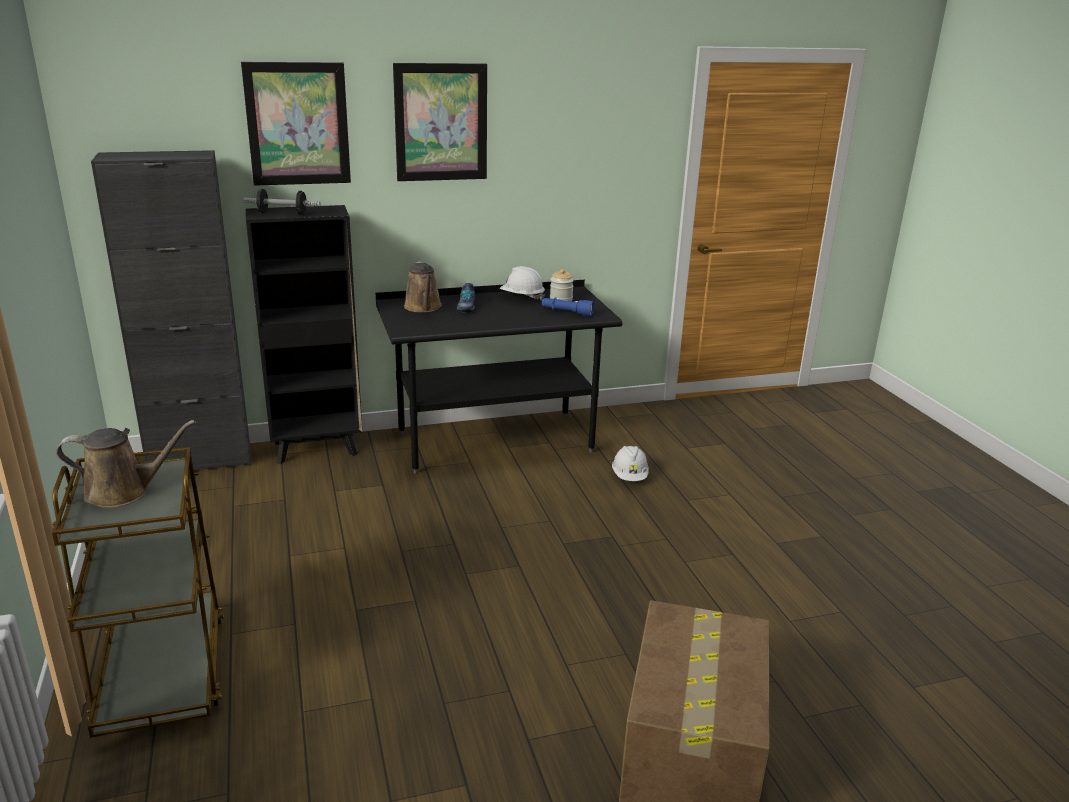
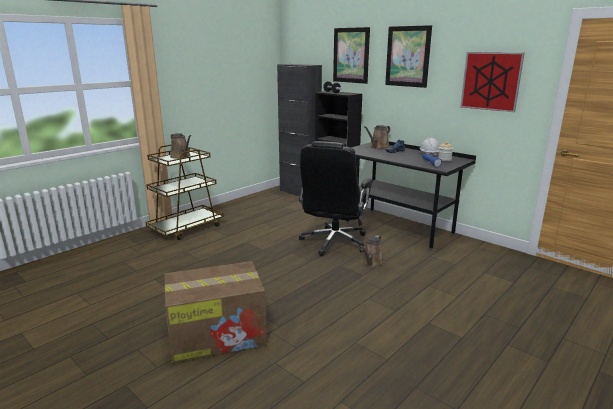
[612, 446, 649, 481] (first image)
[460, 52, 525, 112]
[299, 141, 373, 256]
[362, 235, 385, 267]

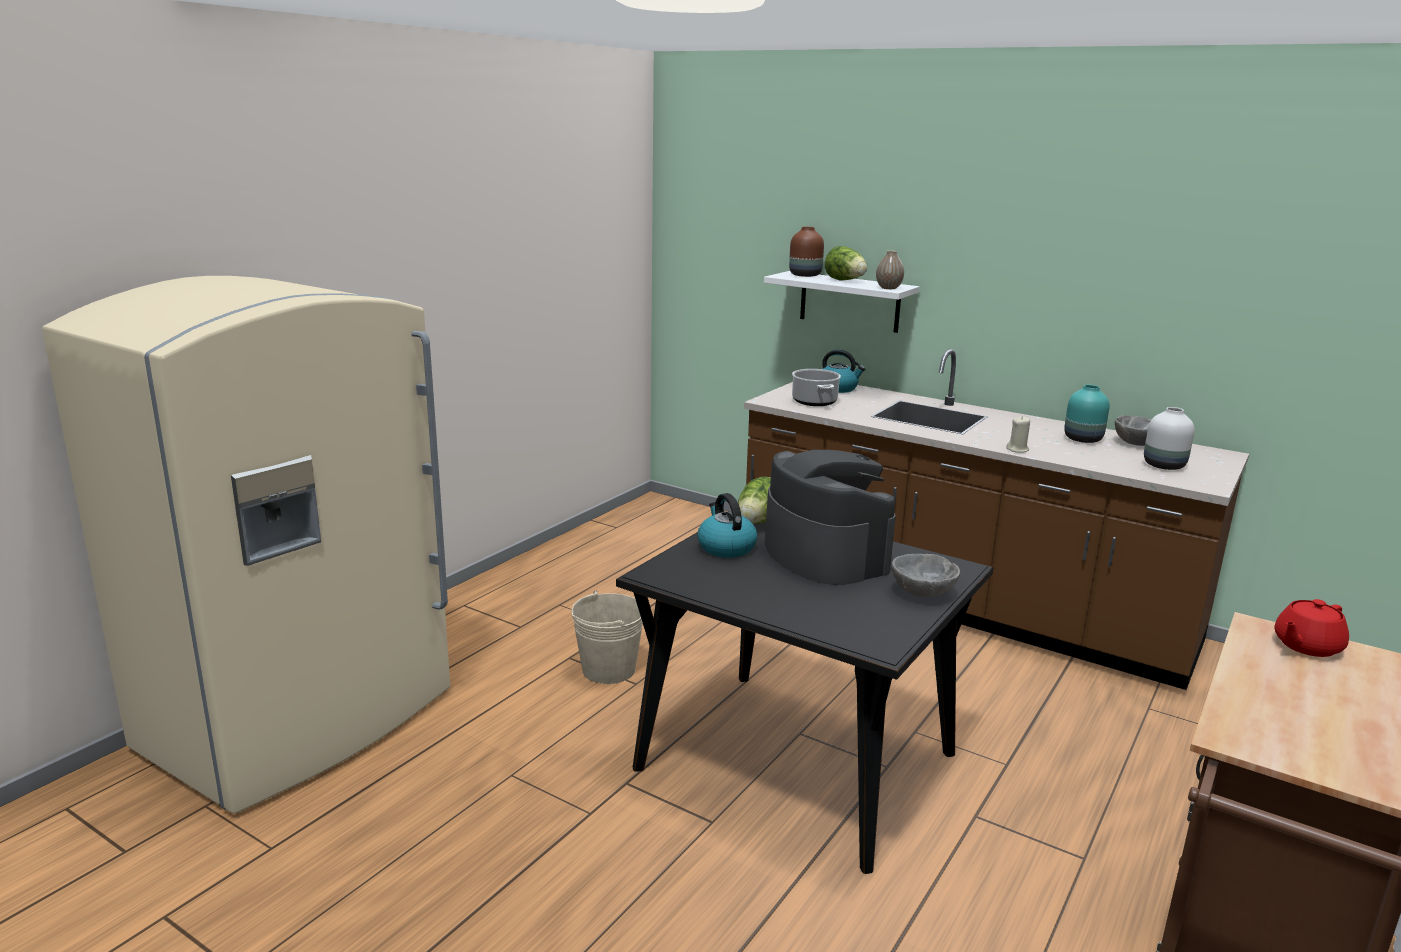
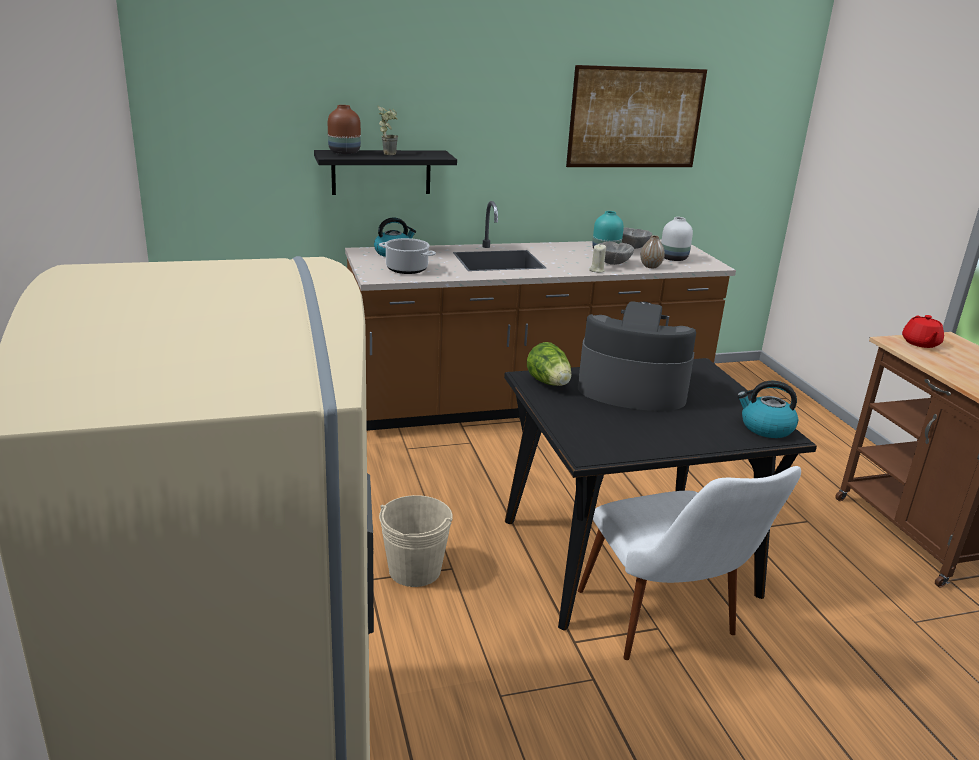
[377, 105, 398, 155]
[640, 235, 665, 268]
[314, 150, 457, 195]
[737, 381, 798, 438]
[597, 241, 634, 265]
[566, 65, 707, 167]
[578, 466, 801, 660]

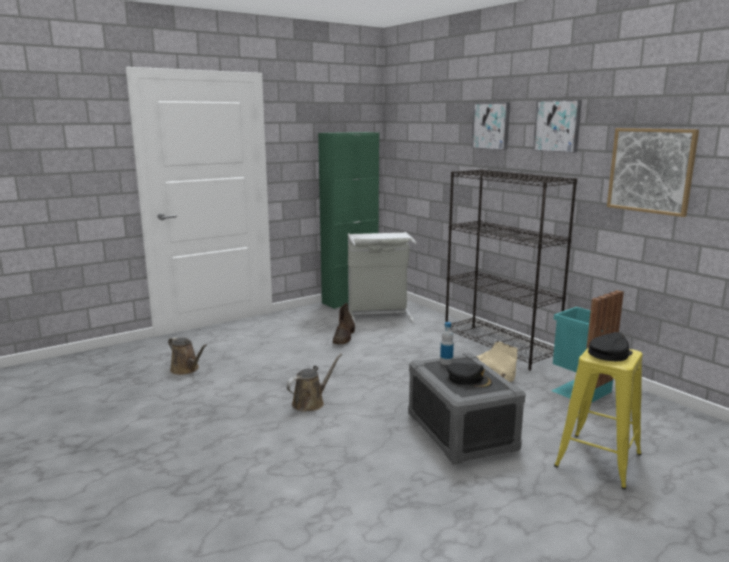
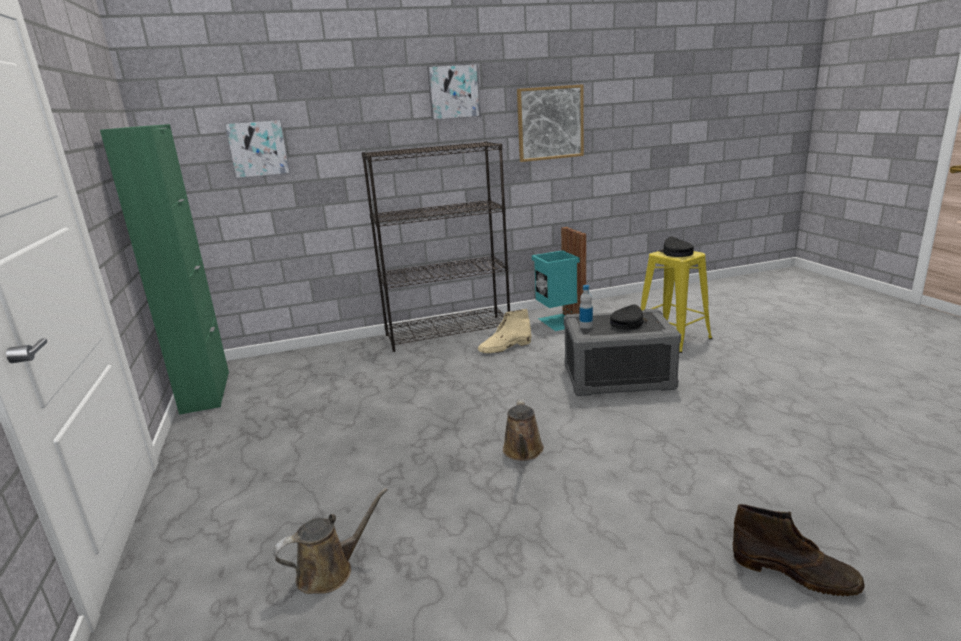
[224, 119, 291, 179]
[348, 232, 417, 326] (first image)
[733, 504, 865, 596]
[503, 399, 544, 461]

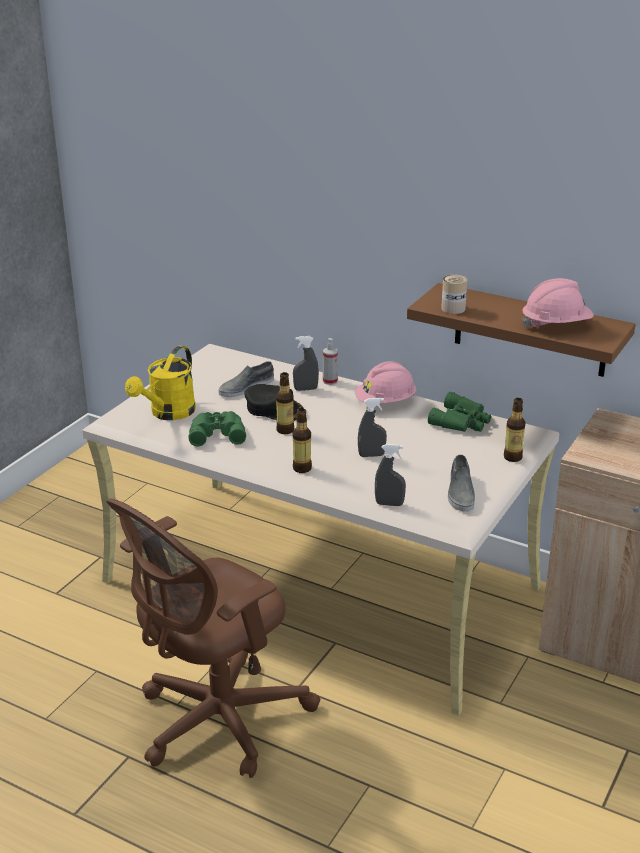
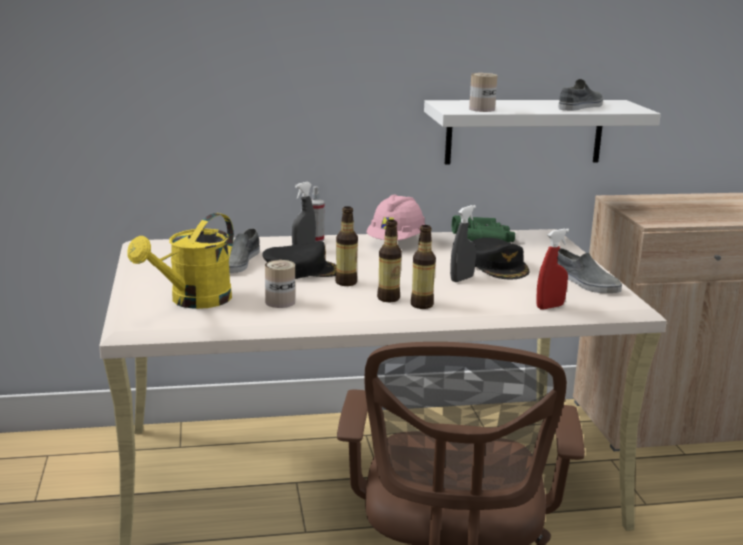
[558, 79, 603, 111]
[424, 100, 661, 164]
[128, 213, 234, 309]
[377, 219, 402, 302]
[265, 260, 295, 308]
[536, 229, 569, 310]
[472, 238, 530, 279]

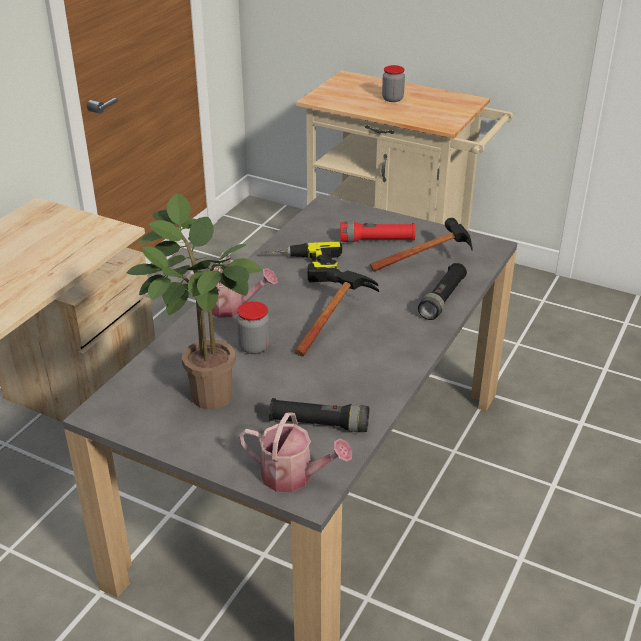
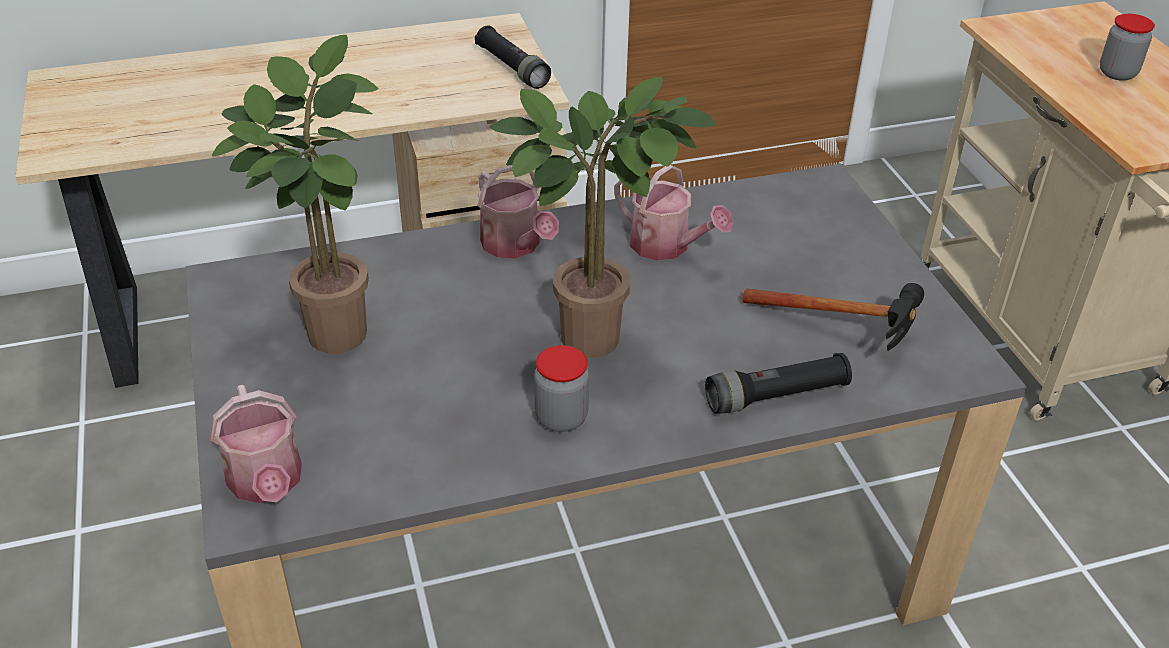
[340, 221, 415, 242] (first image)
[614, 165, 734, 261]
[489, 77, 716, 358]
[534, 345, 589, 432]
[475, 25, 551, 89]

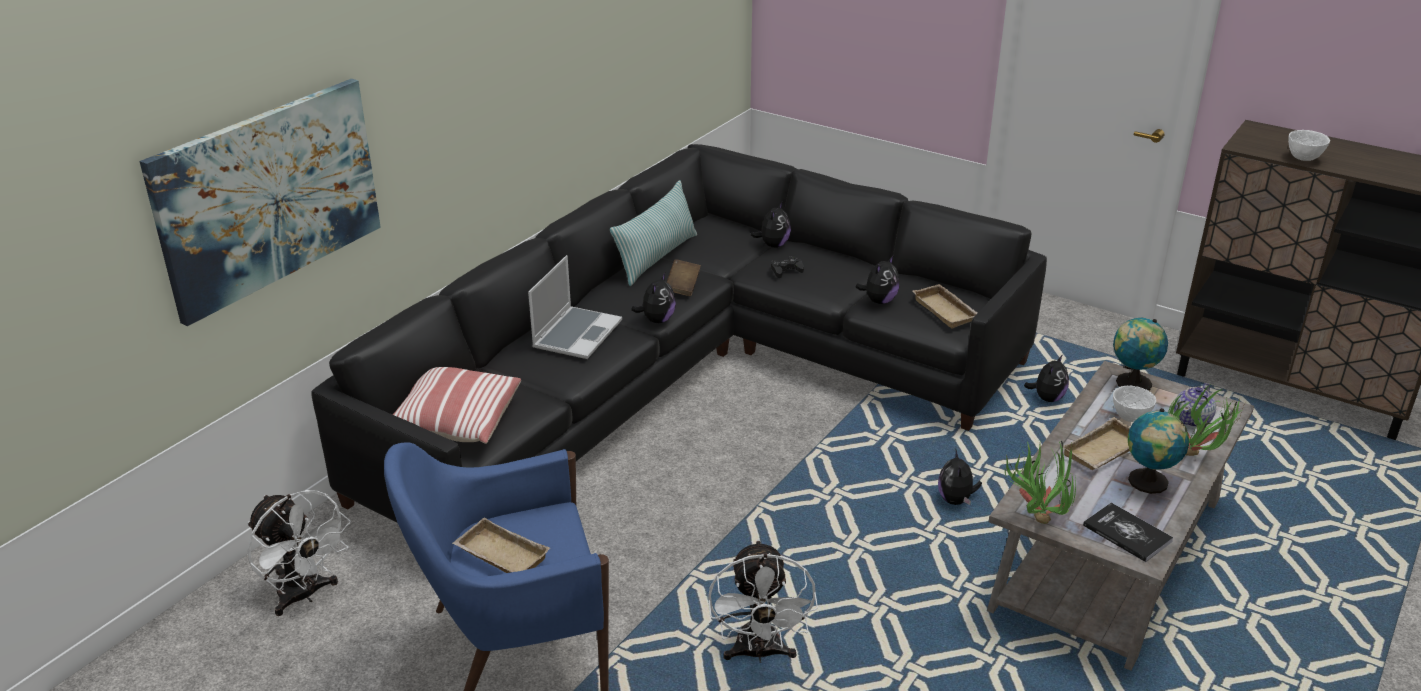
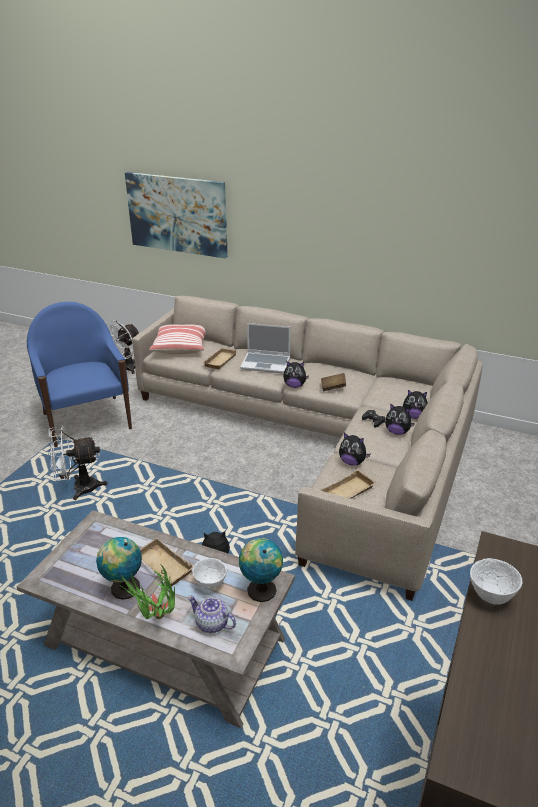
[132, 296, 483, 601]
[610, 180, 697, 286] (first image)
[385, 404, 415, 435]
[1003, 441, 1076, 524] (first image)
[1083, 503, 1173, 562] (first image)
[202, 348, 237, 369]

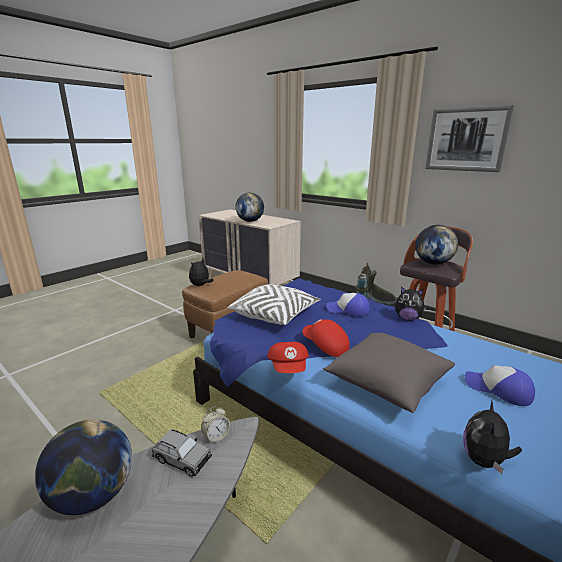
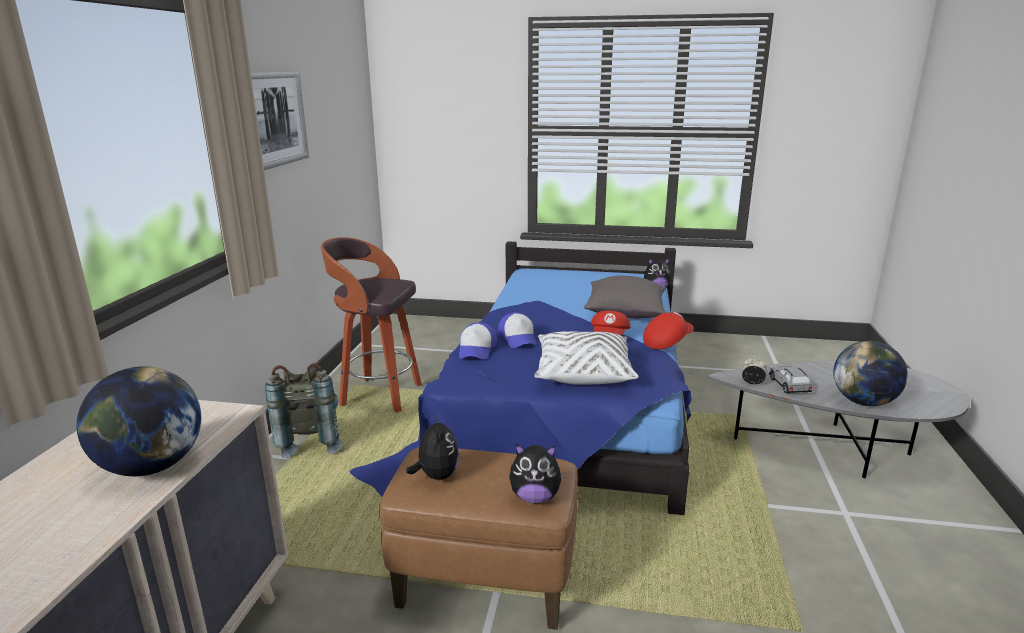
[415, 225, 458, 265] (first image)
[406, 414, 459, 480]
[459, 322, 497, 360]

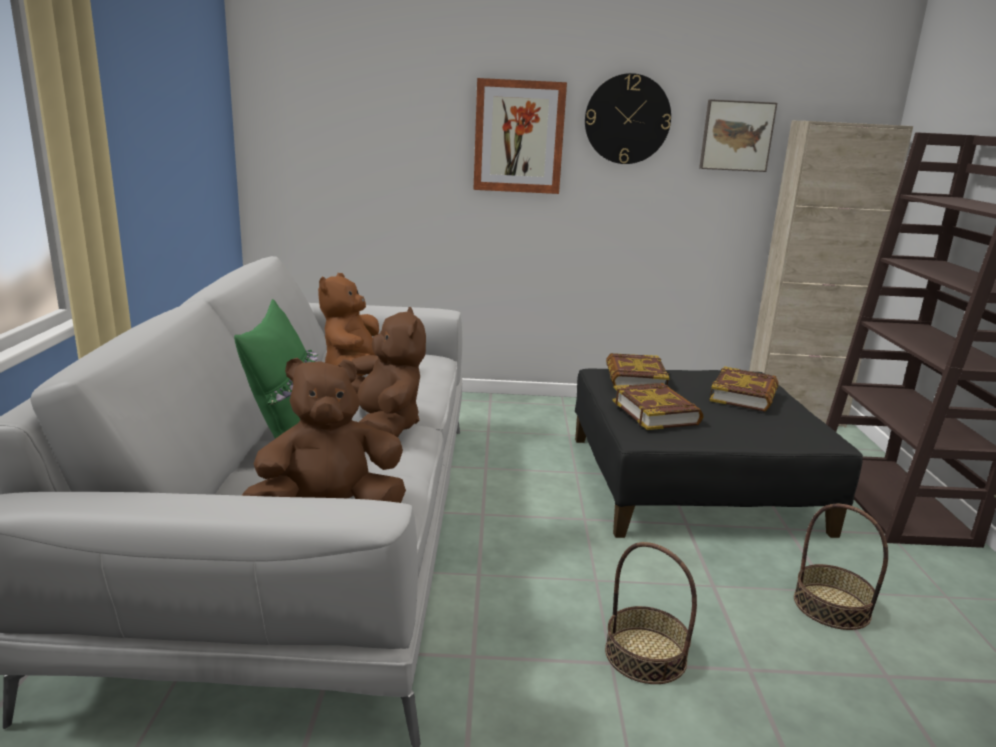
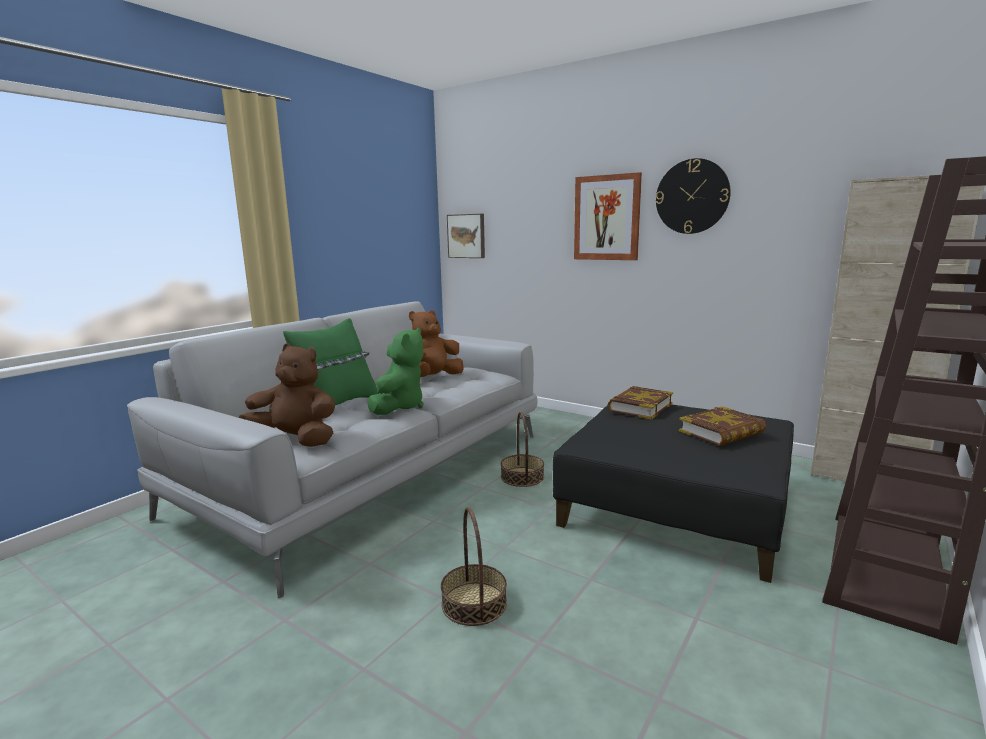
[447, 214, 485, 258]
[367, 327, 424, 415]
[612, 383, 703, 430] (first image)
[501, 412, 544, 487]

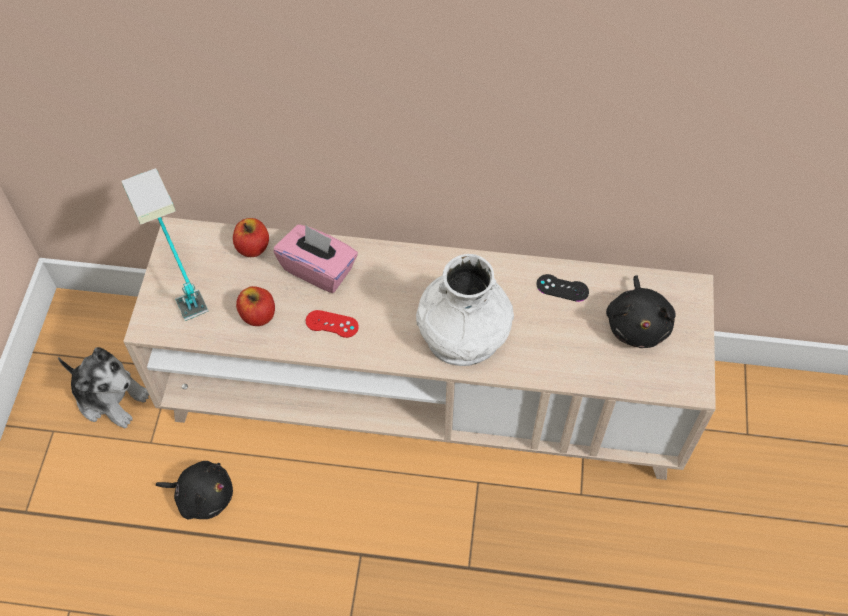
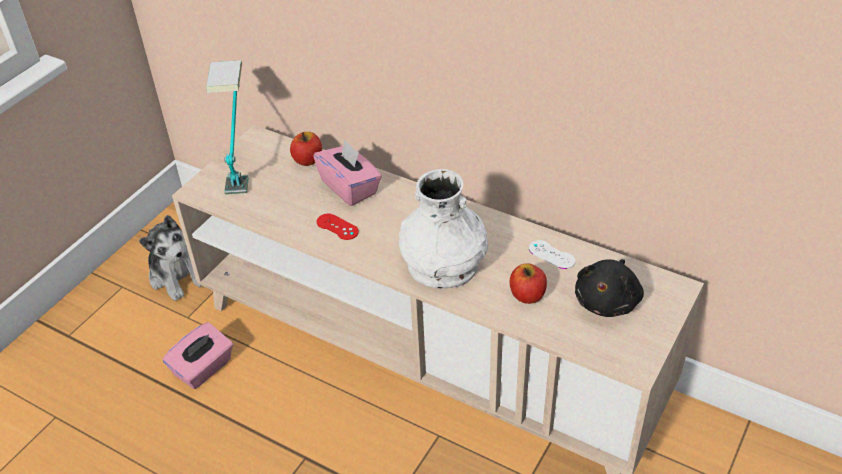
[529, 240, 576, 269]
[510, 263, 547, 304]
[163, 322, 233, 389]

